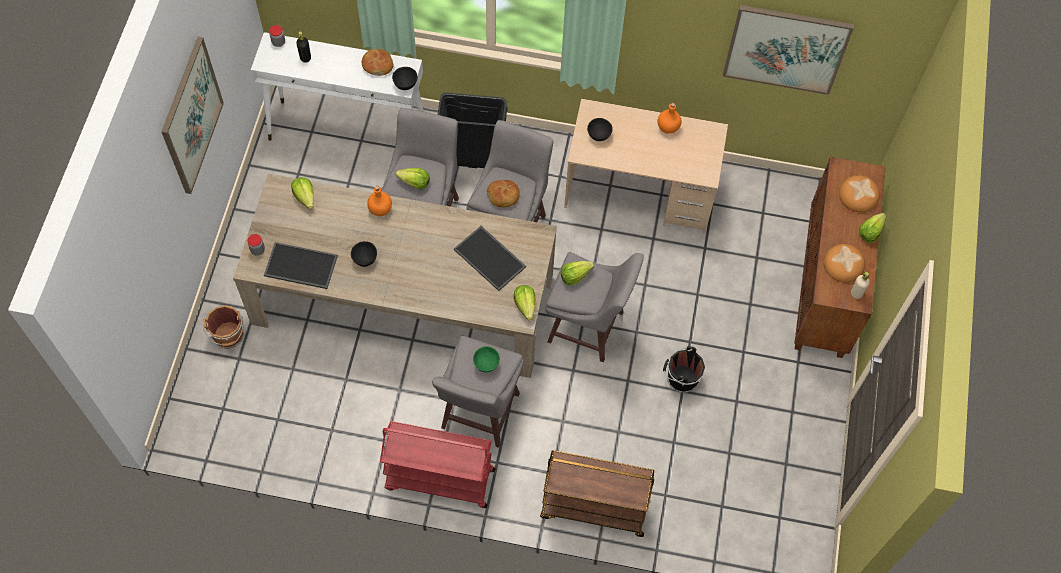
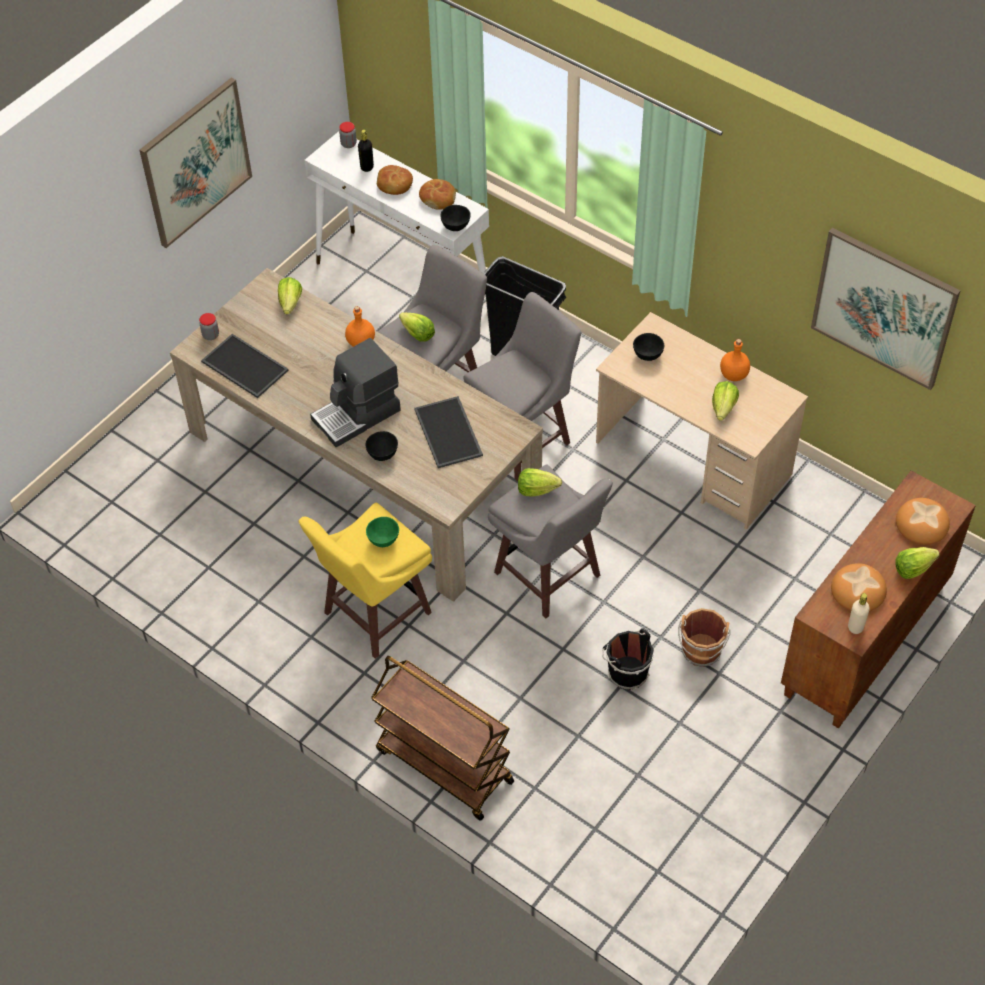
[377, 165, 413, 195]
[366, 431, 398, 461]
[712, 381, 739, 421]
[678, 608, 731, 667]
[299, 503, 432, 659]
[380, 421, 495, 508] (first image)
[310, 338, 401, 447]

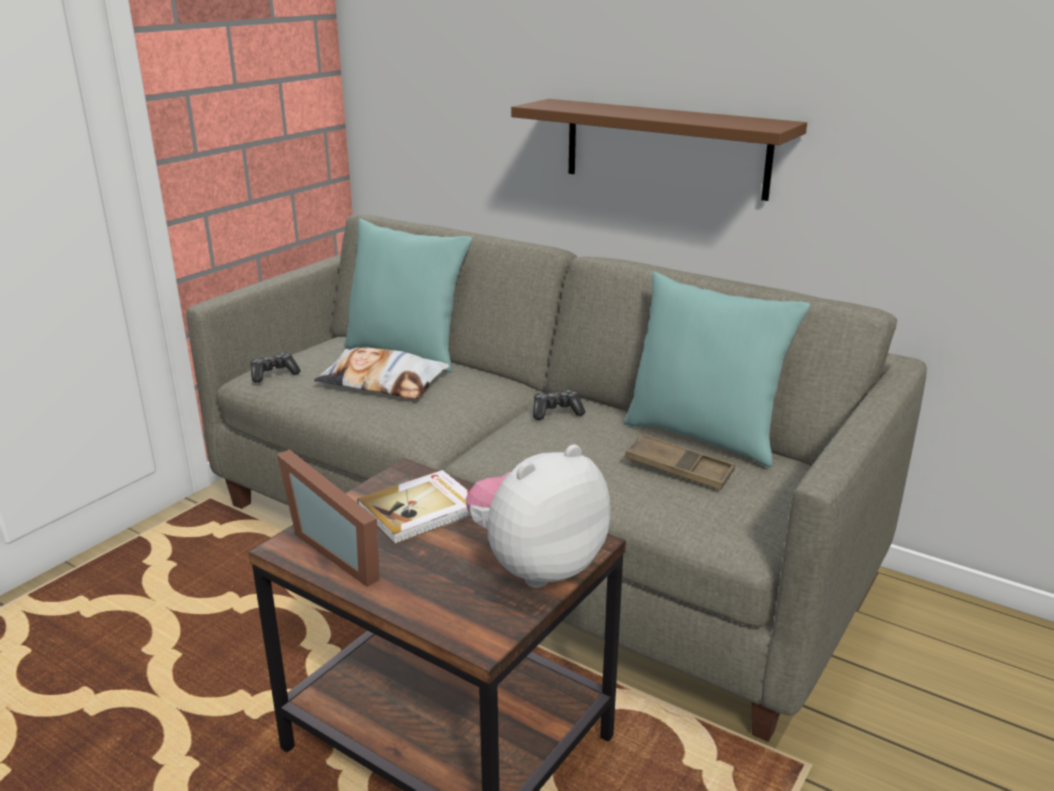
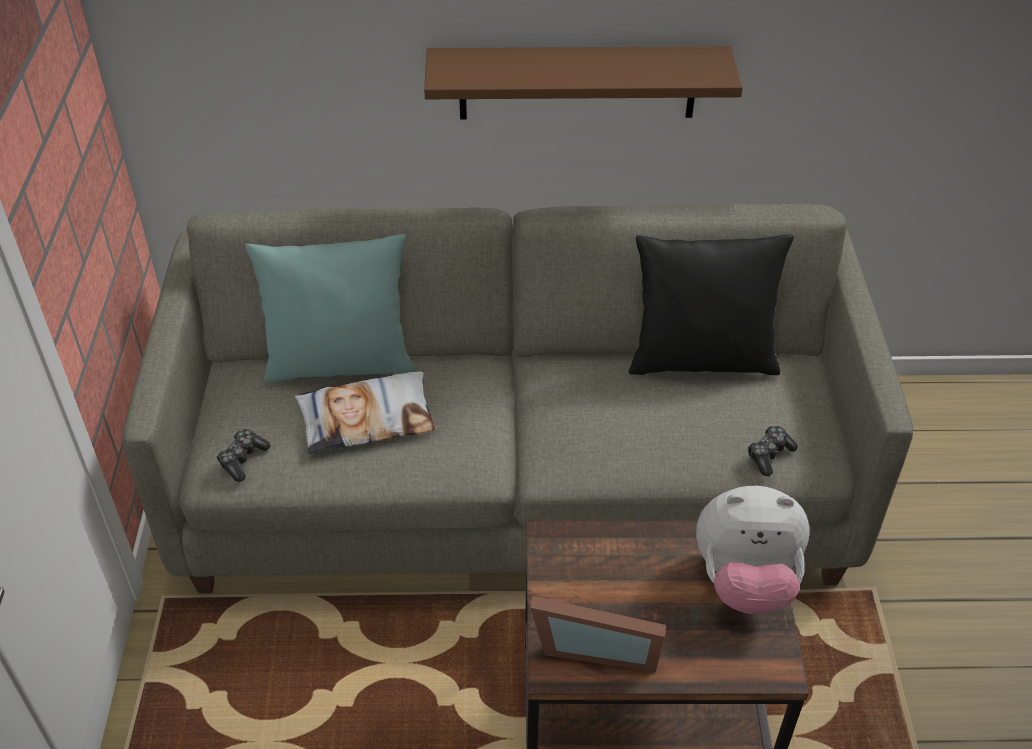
[629, 234, 794, 375]
[748, 426, 798, 476]
[625, 434, 735, 490] (first image)
[696, 486, 809, 614]
[357, 470, 471, 544] (first image)

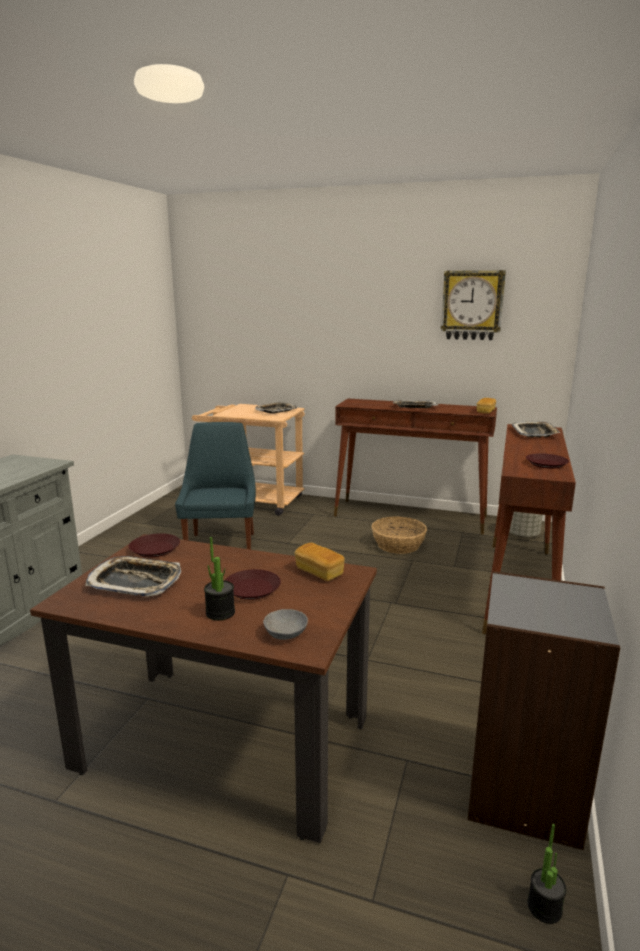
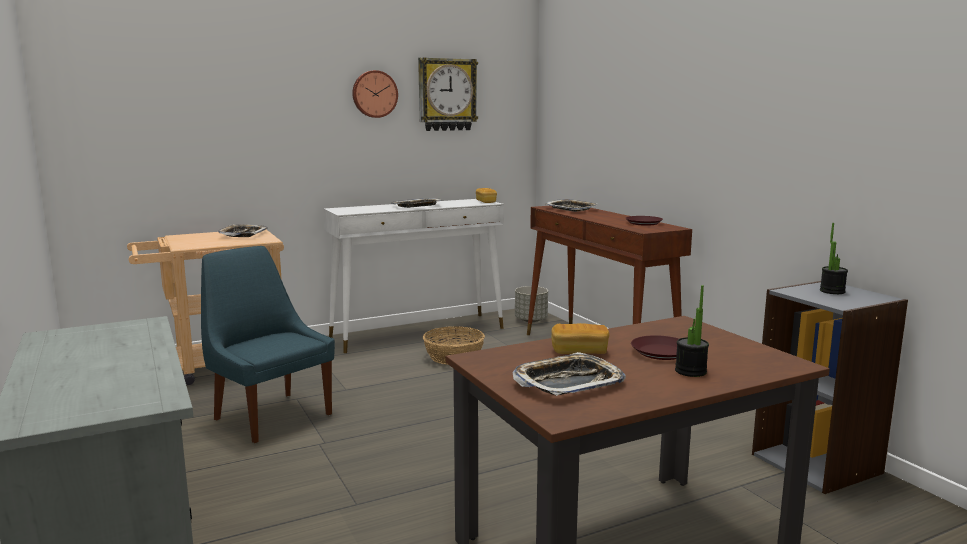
[323, 199, 504, 353]
[129, 533, 180, 557] (first image)
[551, 323, 609, 354]
[263, 609, 308, 640] (first image)
[820, 223, 848, 294]
[352, 70, 398, 118]

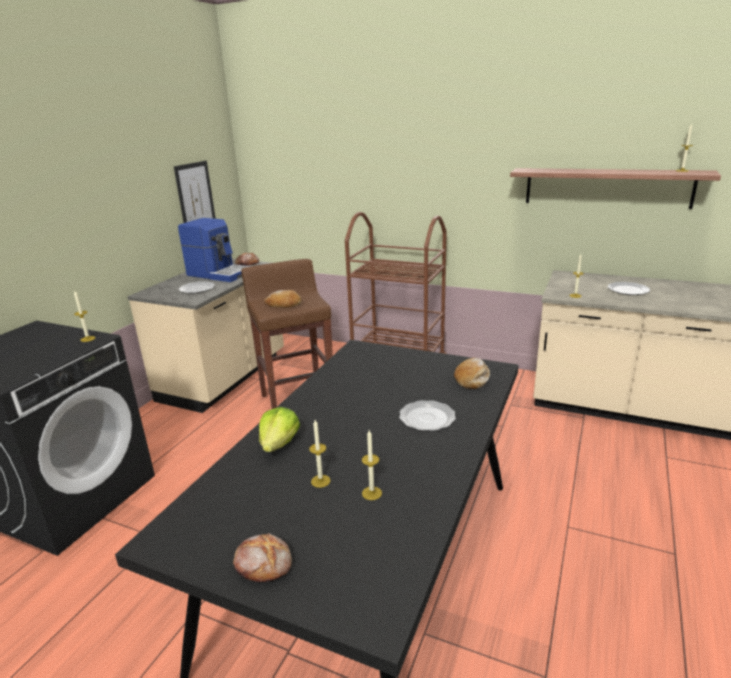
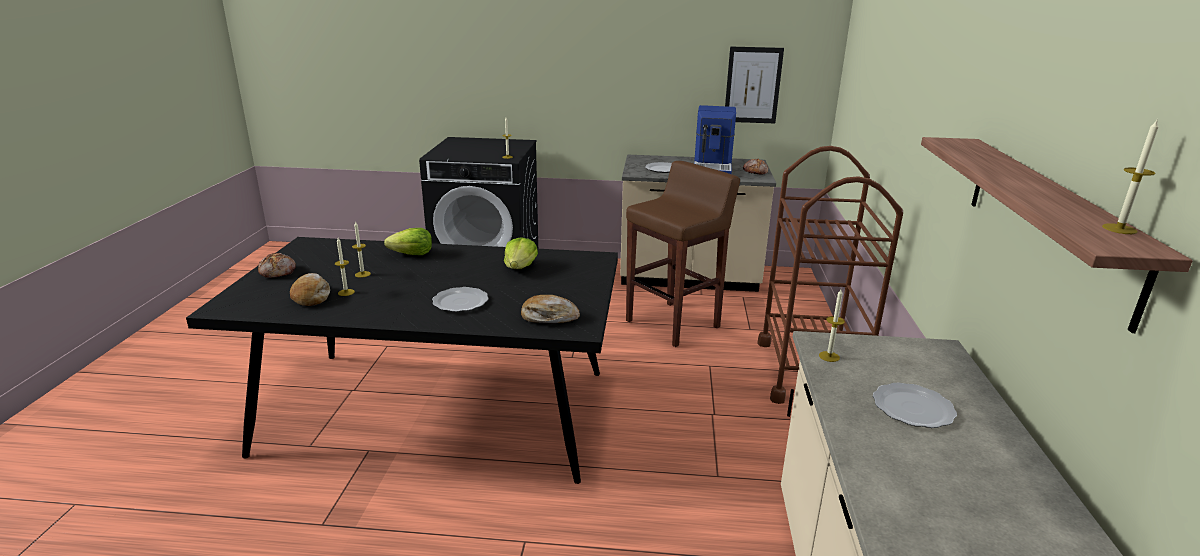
[290, 273, 330, 306]
[504, 237, 538, 269]

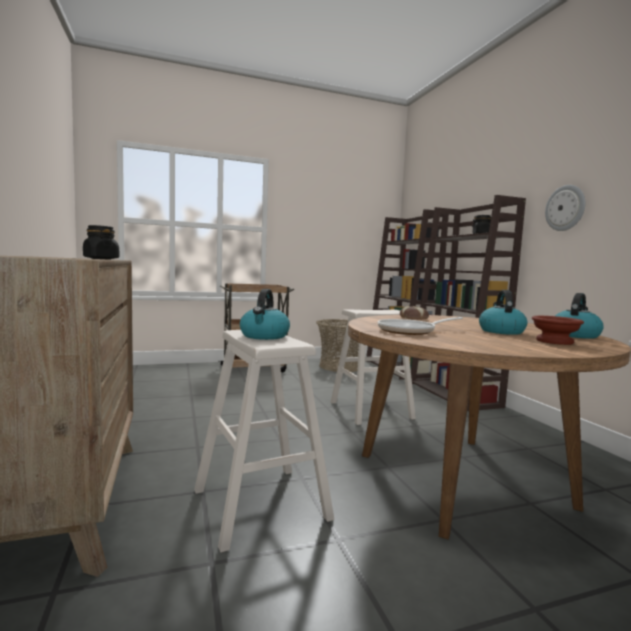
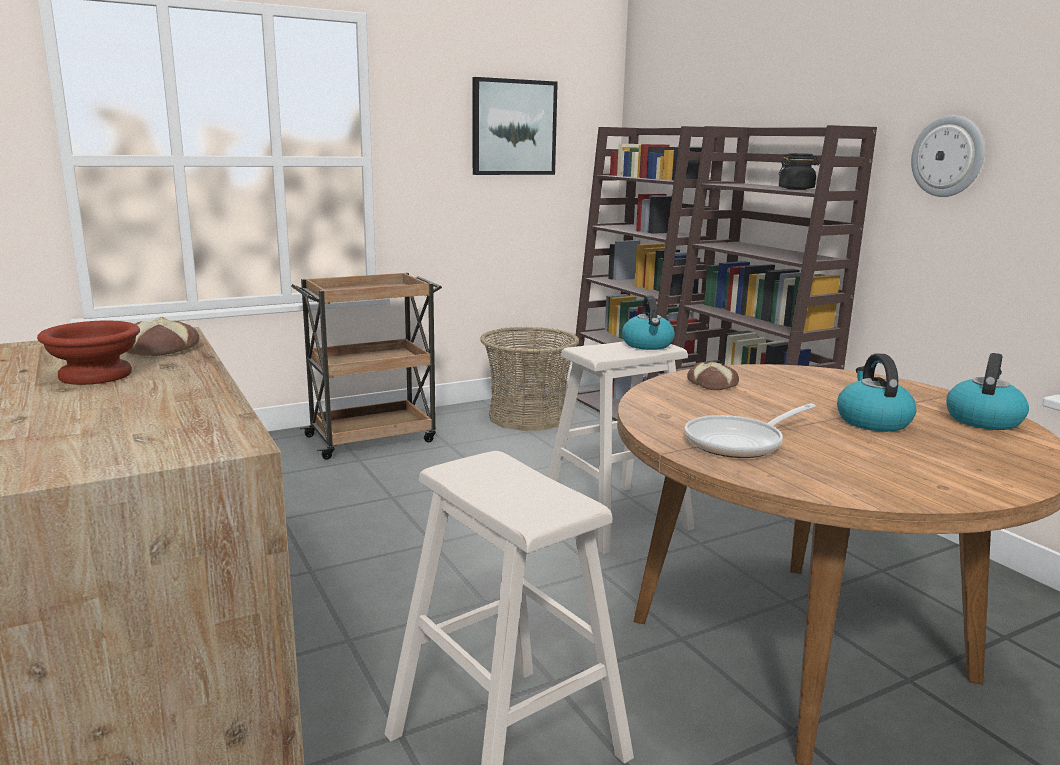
[127, 317, 199, 356]
[622, 295, 675, 350]
[37, 321, 140, 385]
[472, 77, 558, 175]

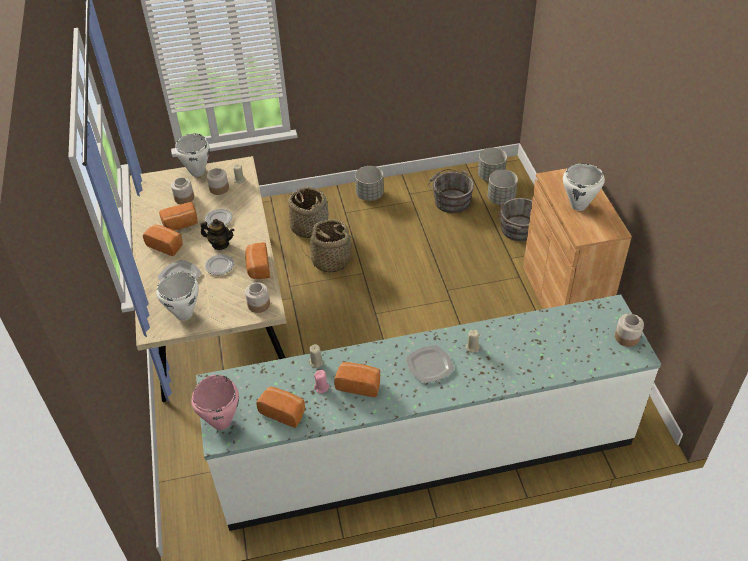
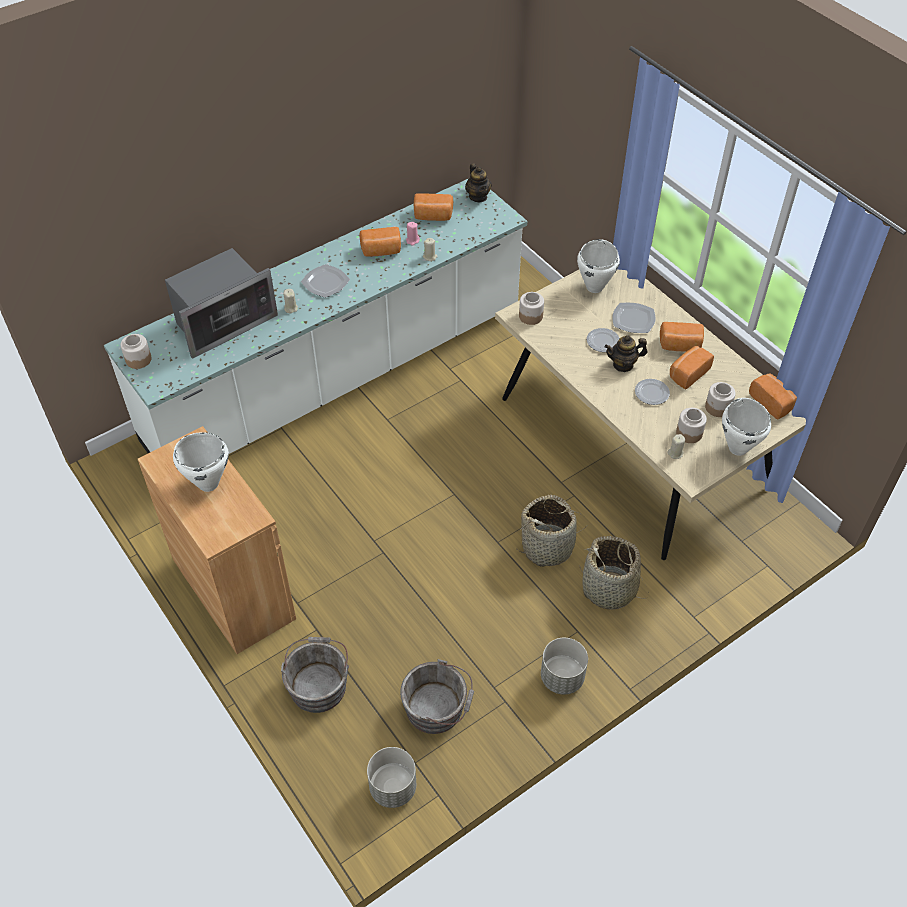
[488, 170, 518, 205] (first image)
[749, 373, 797, 420]
[465, 163, 492, 202]
[165, 248, 278, 359]

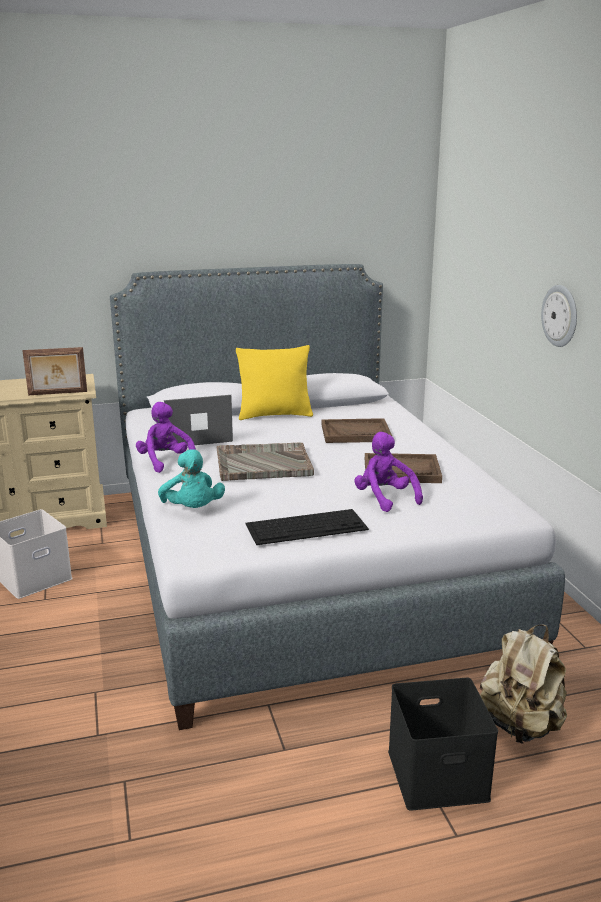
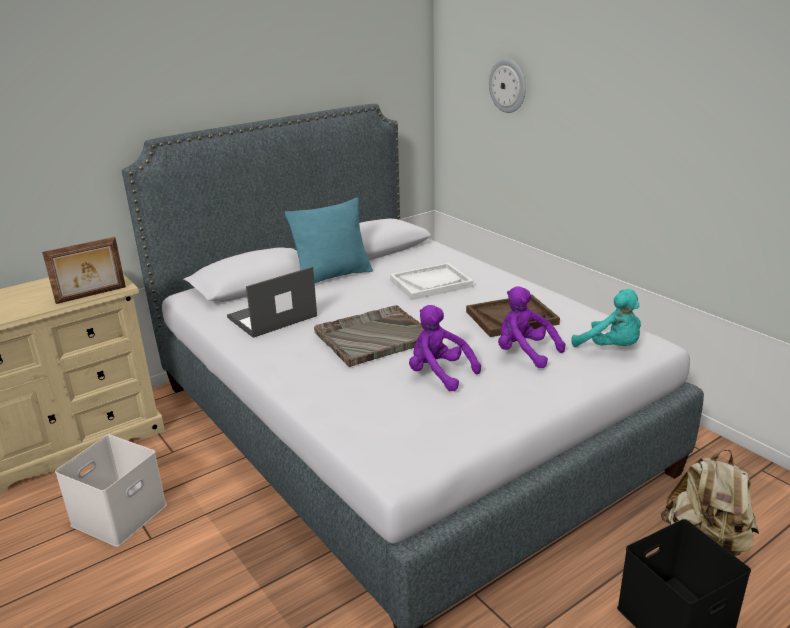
[489, 59, 526, 113]
[285, 198, 373, 284]
[409, 305, 481, 391]
[390, 263, 473, 300]
[572, 289, 641, 347]
[245, 509, 369, 545] (first image)

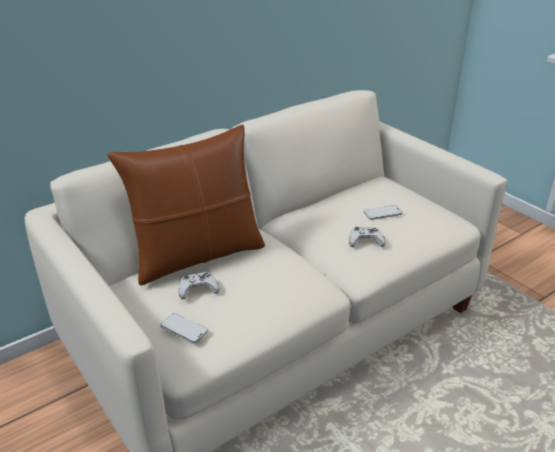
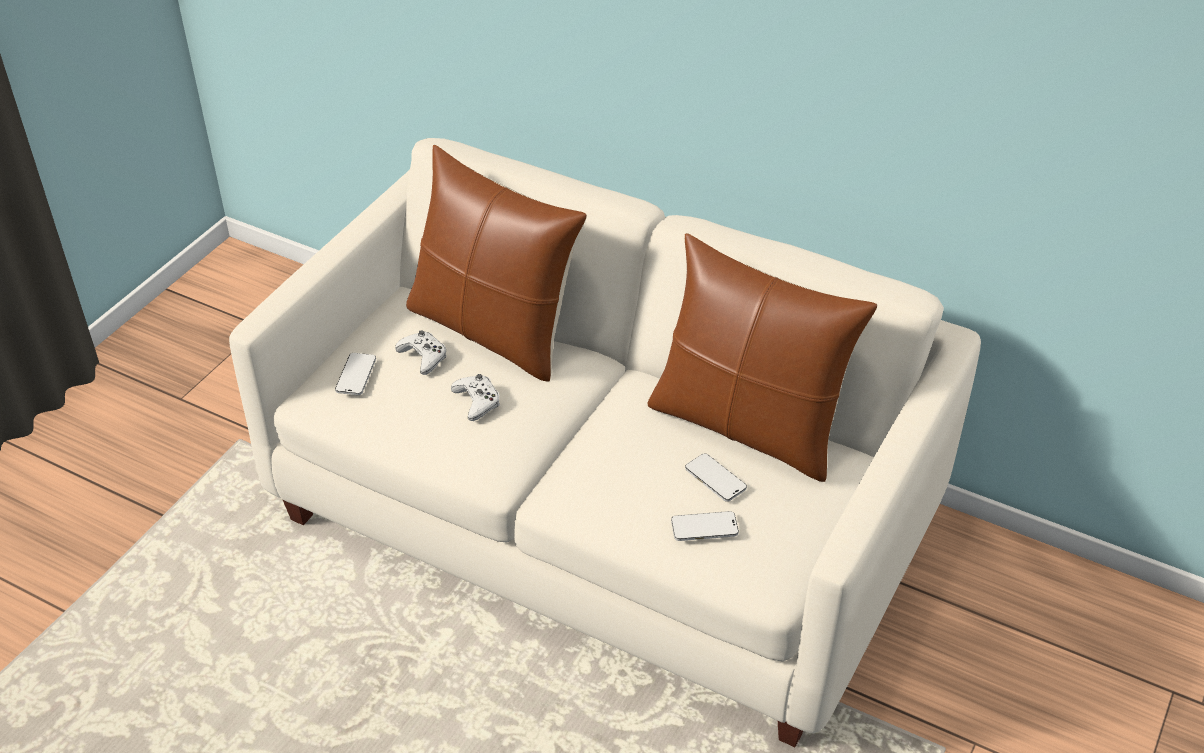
[451, 374, 500, 421]
[647, 233, 877, 482]
[671, 511, 739, 541]

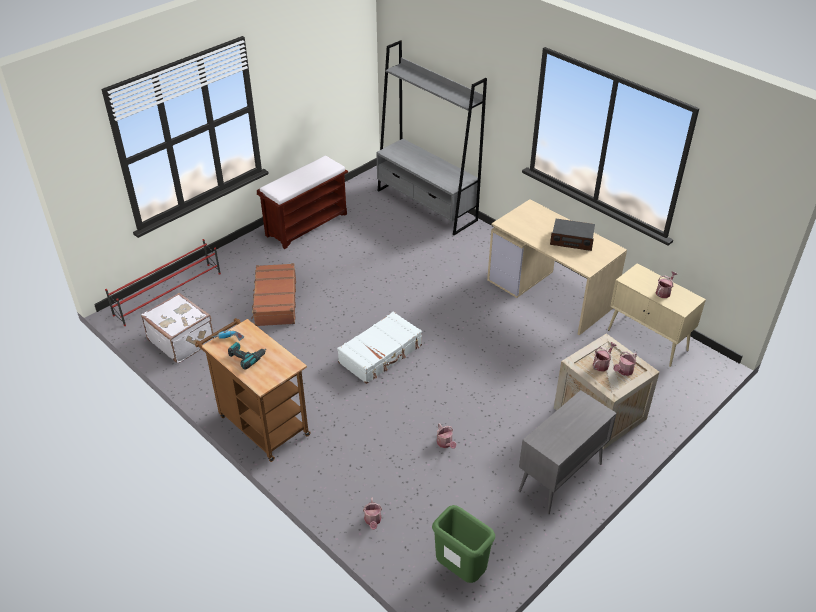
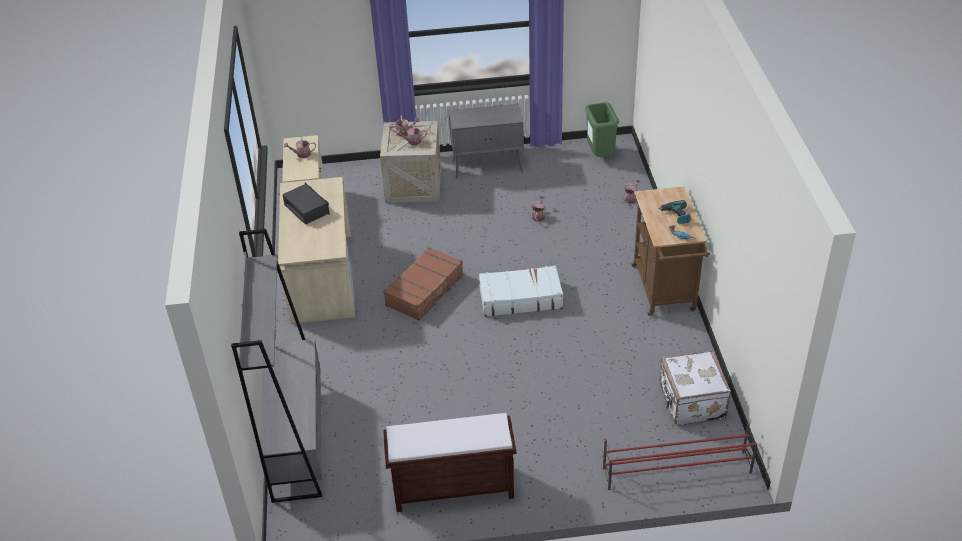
[383, 247, 464, 321]

